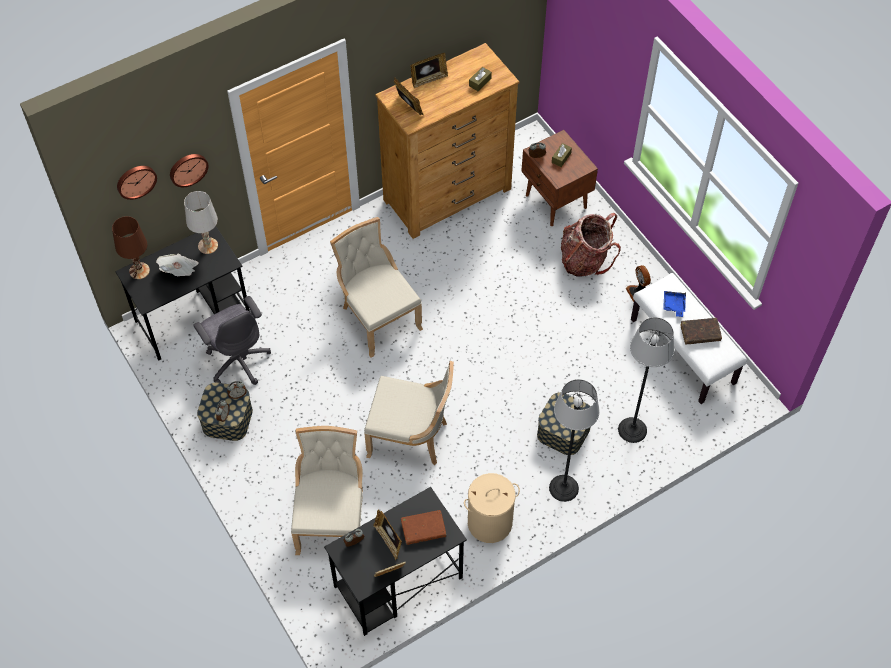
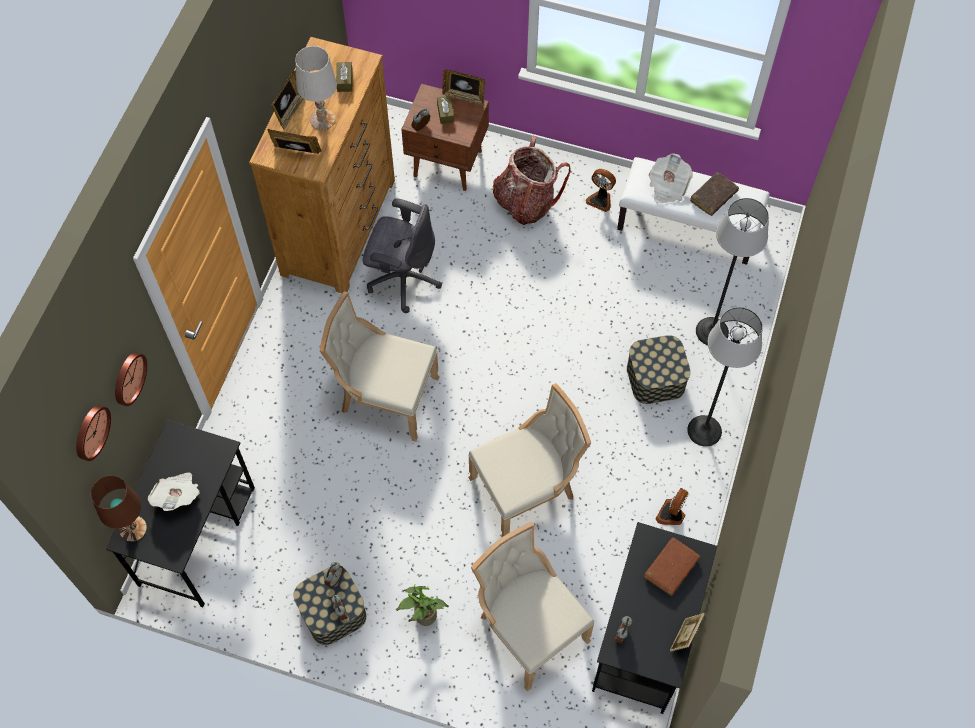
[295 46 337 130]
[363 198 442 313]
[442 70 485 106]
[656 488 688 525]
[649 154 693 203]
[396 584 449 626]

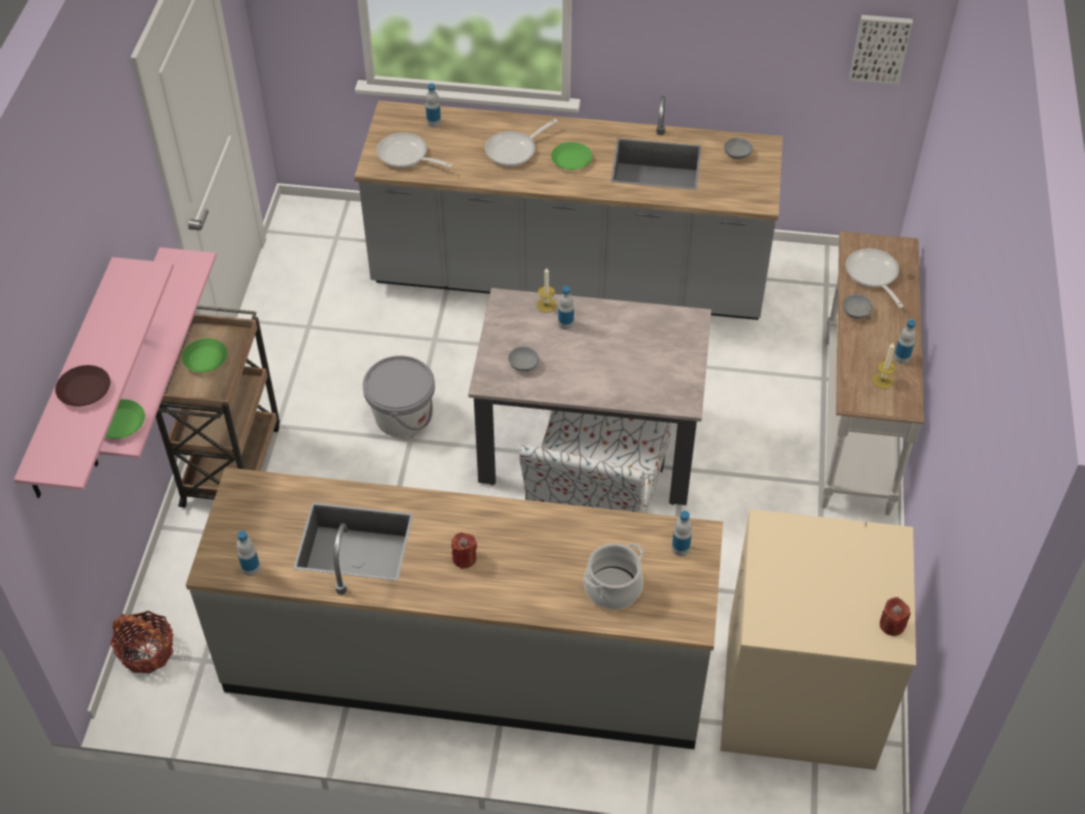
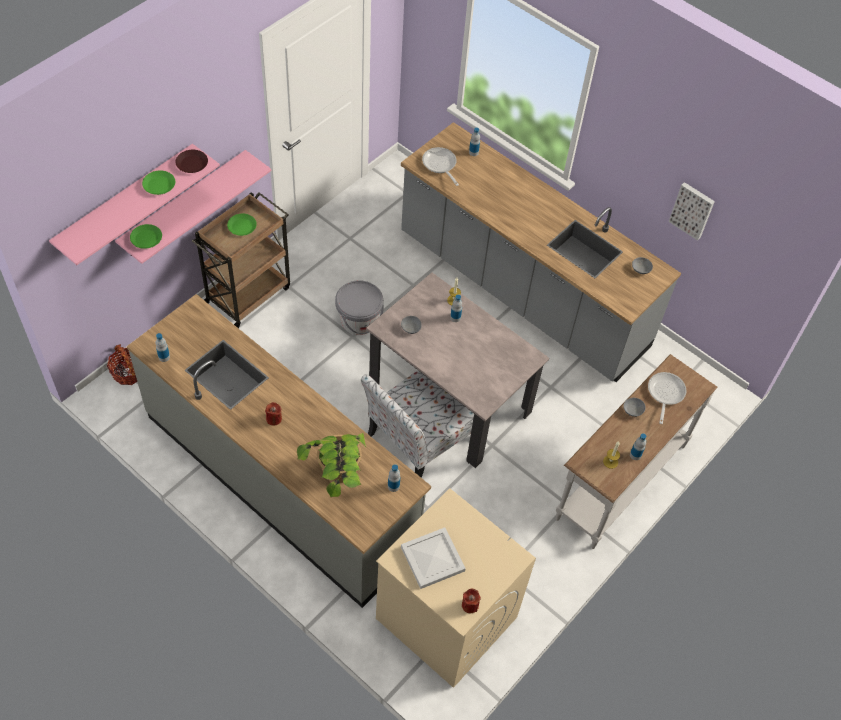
[175 150 208 173]
[485 119 558 167] (first image)
[142 170 175 195]
[297 433 366 497]
[669 182 715 241]
[401 528 466 589]

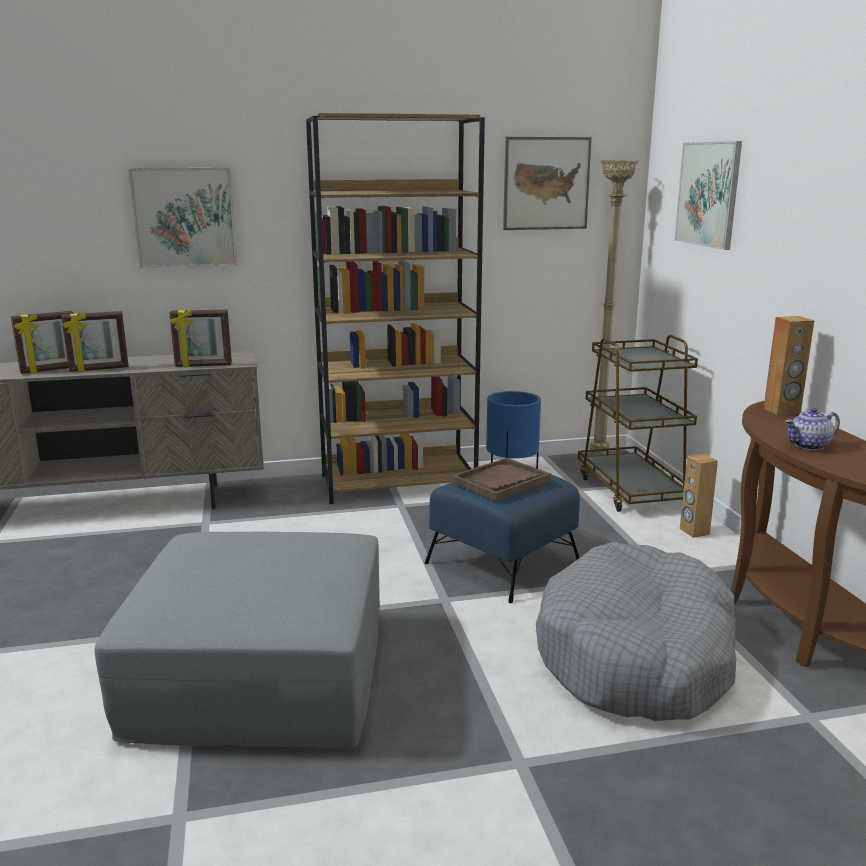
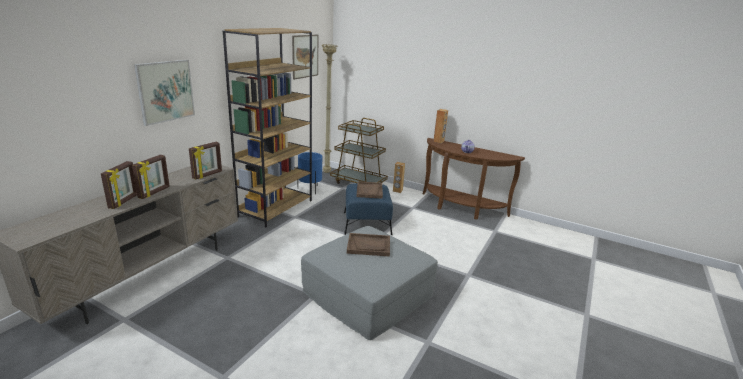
[536 542 736 721] (first image)
[674 141 742 250] (first image)
[347 233 390 257]

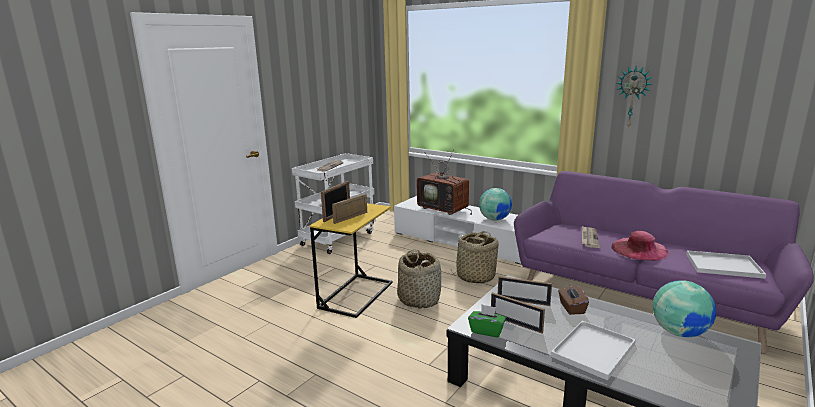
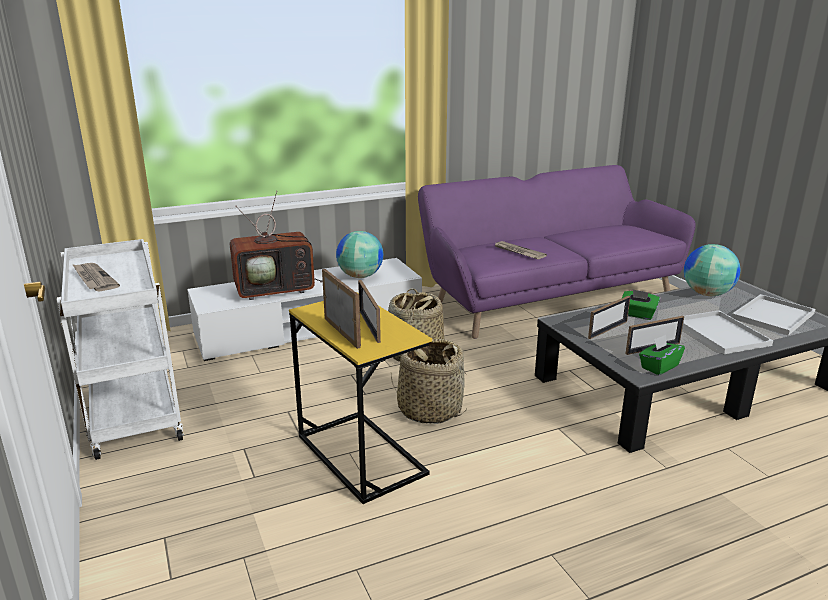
[622 289 660 320]
[611 231 669 261] (first image)
[616 66 652 128] (first image)
[732 294 815 336]

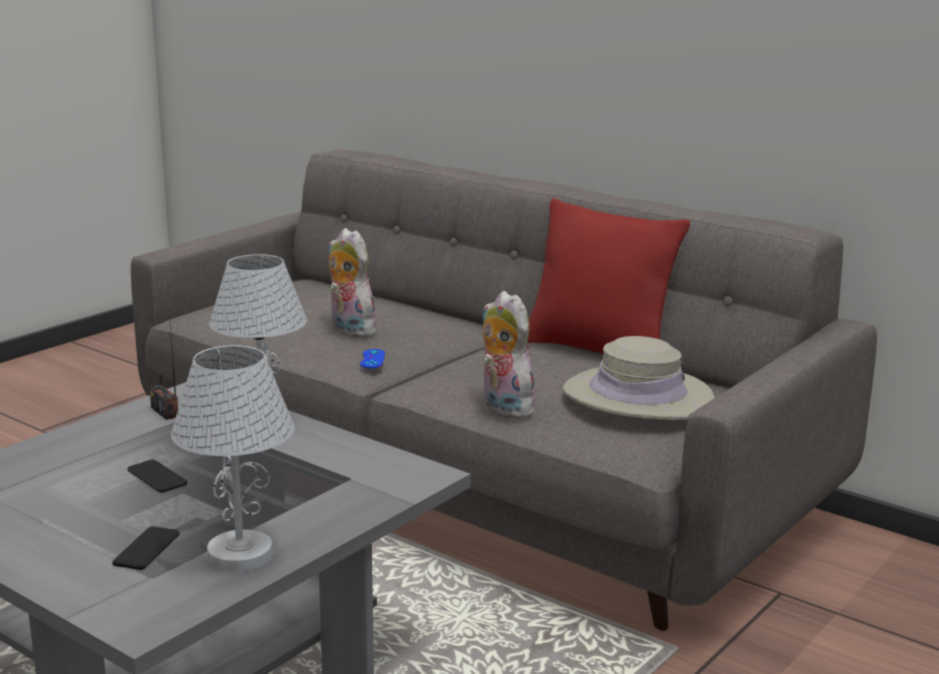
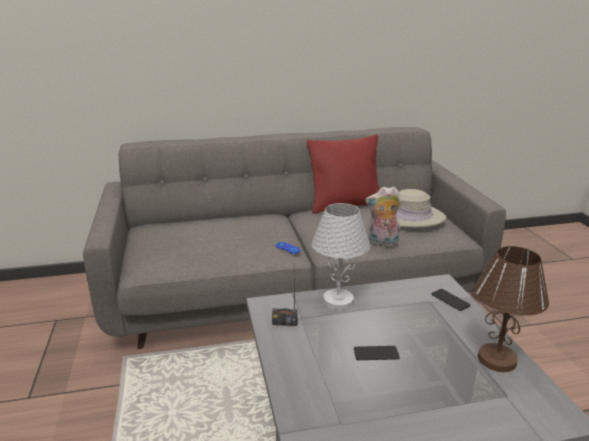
[432 289 471 311]
[474 246 549 372]
[328 228 379 337] (first image)

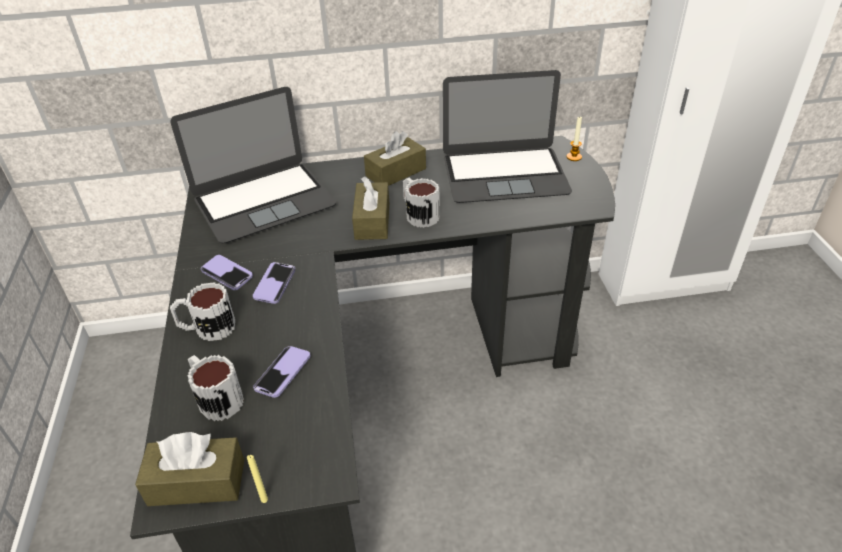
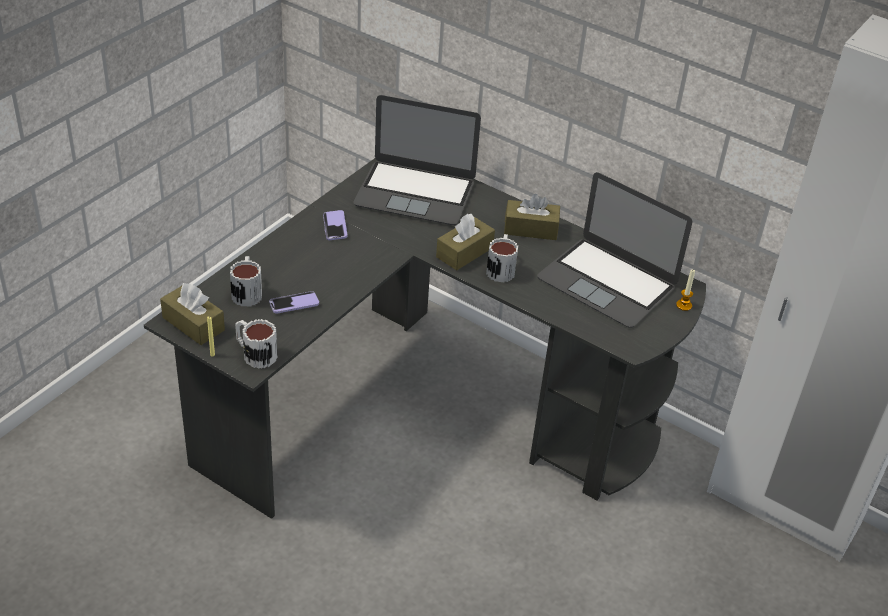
[235 319 277 369]
[253 262 295 304] (first image)

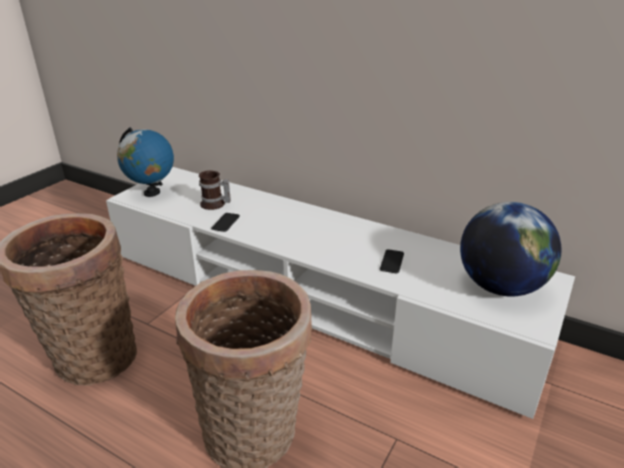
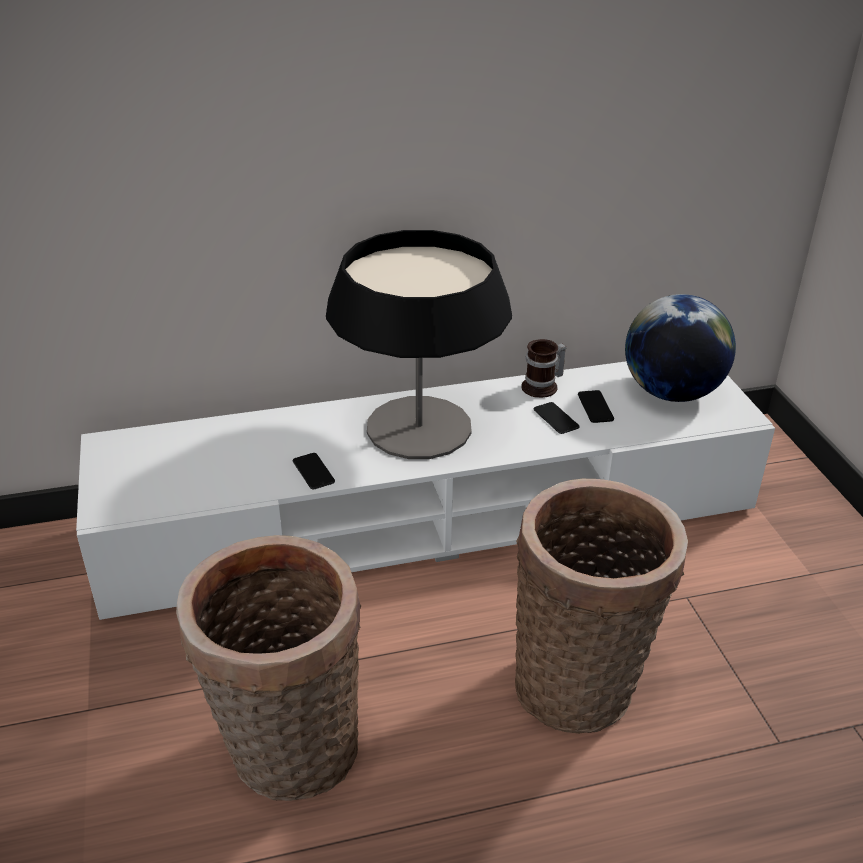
[117 127 174 197] (first image)
[521 339 566 398]
[326 230 512 459]
[578 390 614 423]

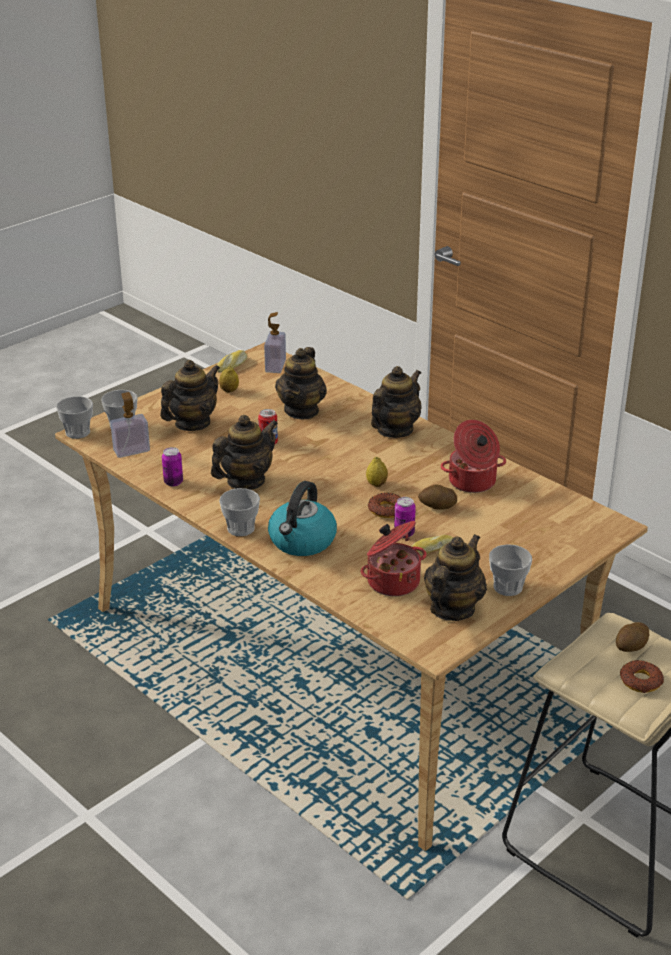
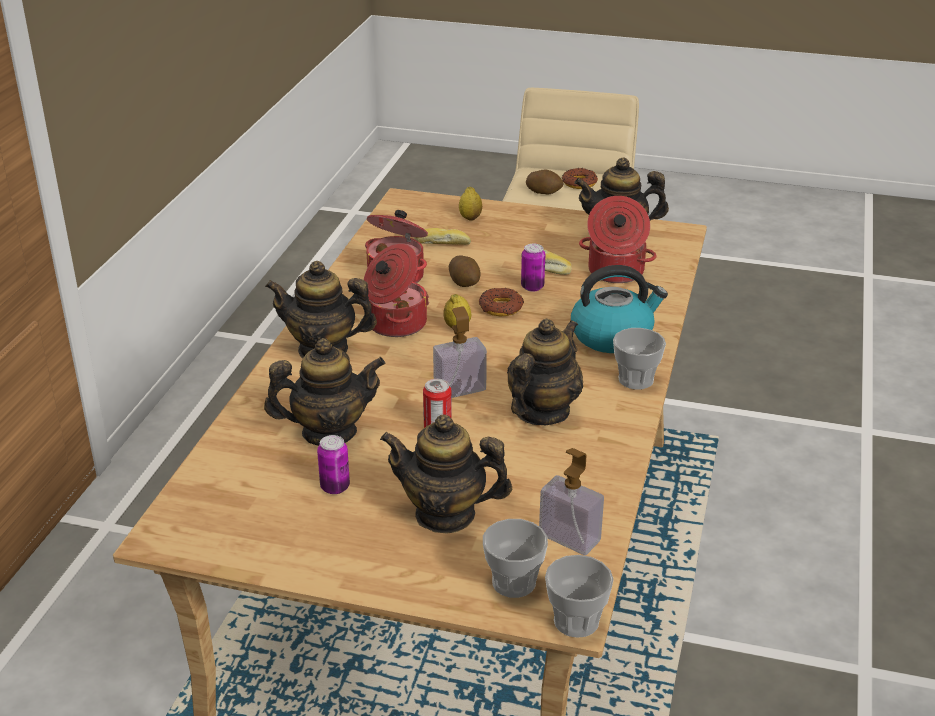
[317 435 350 494]
[507 319 583 426]
[414 228 471 245]
[459 187 482 221]
[433 306 487 398]
[489 544 532 596] (first image)
[364 244 429 337]

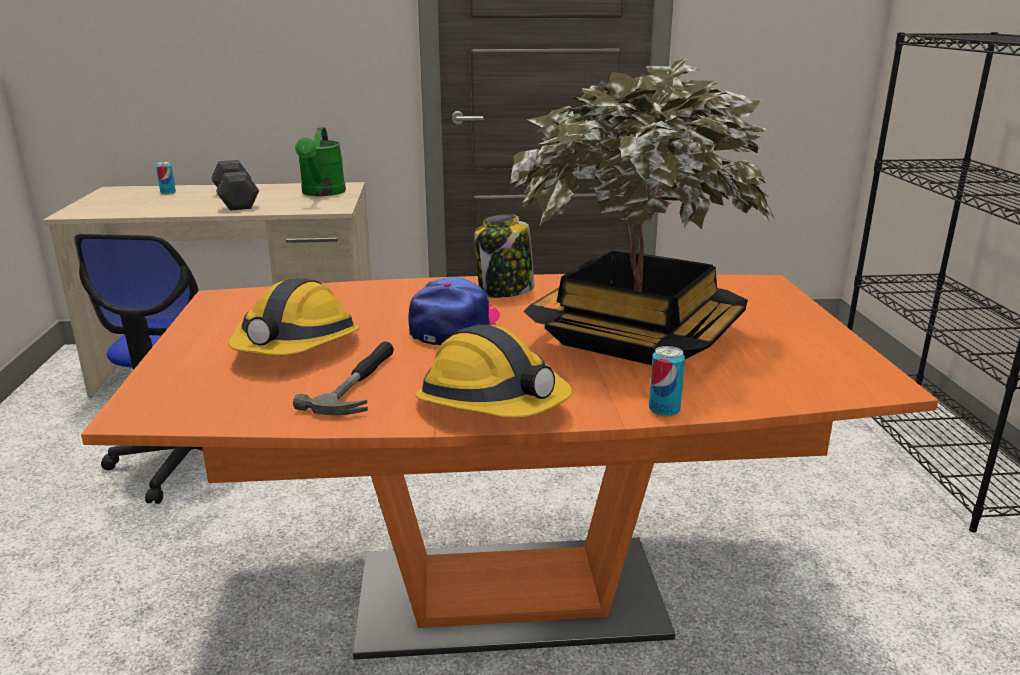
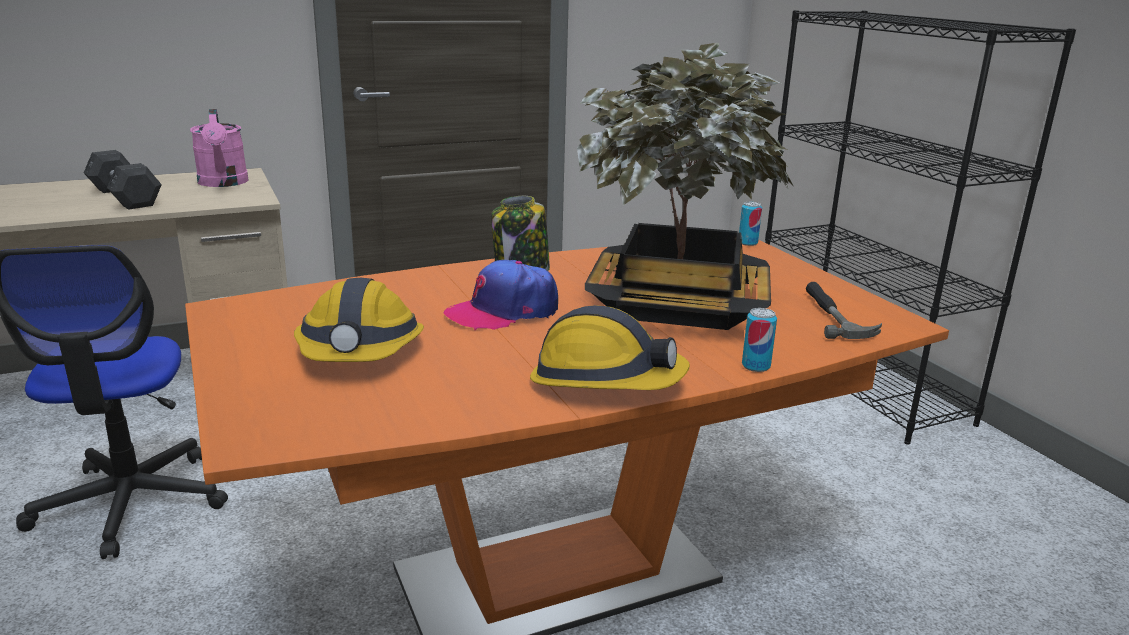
[739 202 762 246]
[806 282 882 339]
[190 109 249 187]
[443 260 558 330]

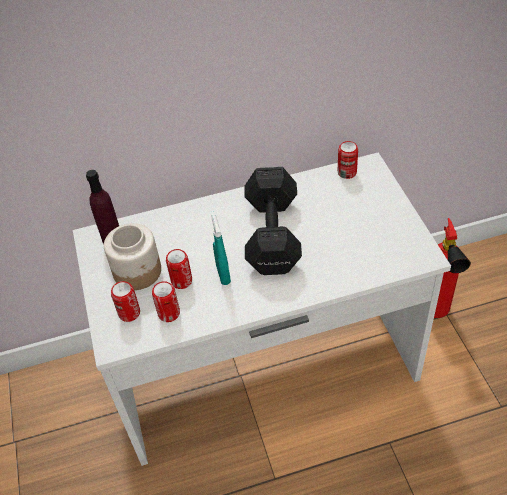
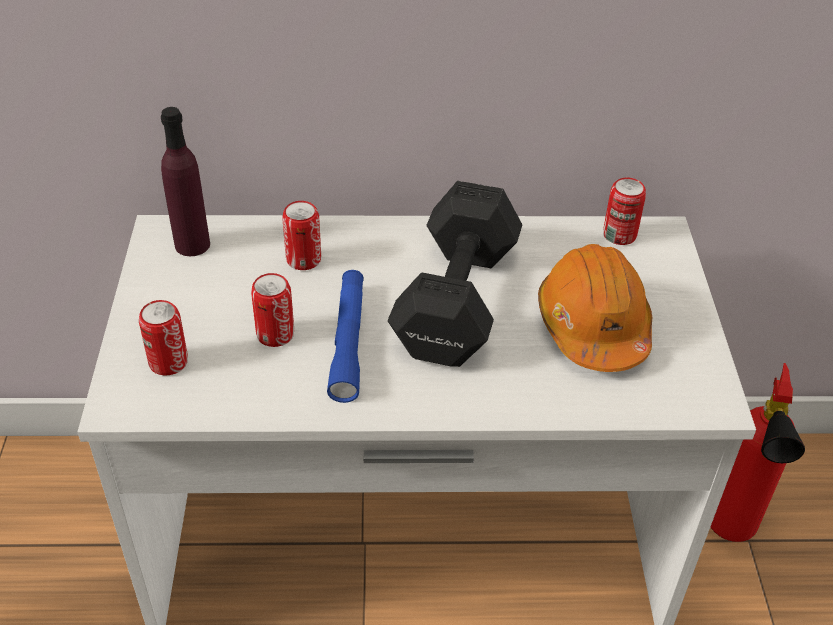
[104 223 161 290] (first image)
[282 201 321 270]
[327 270 364 403]
[538 244 652 372]

